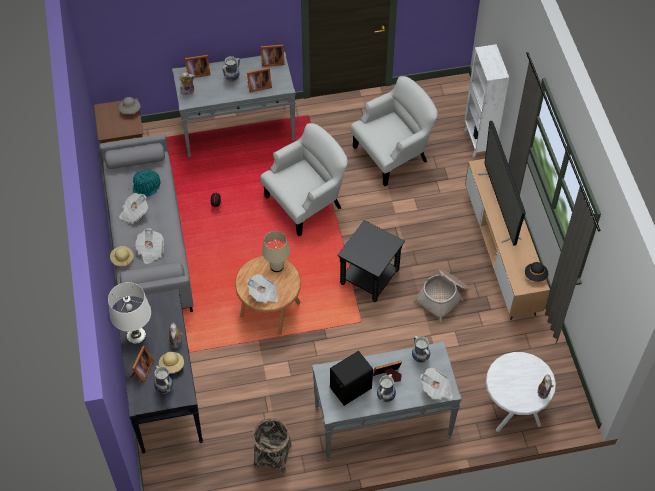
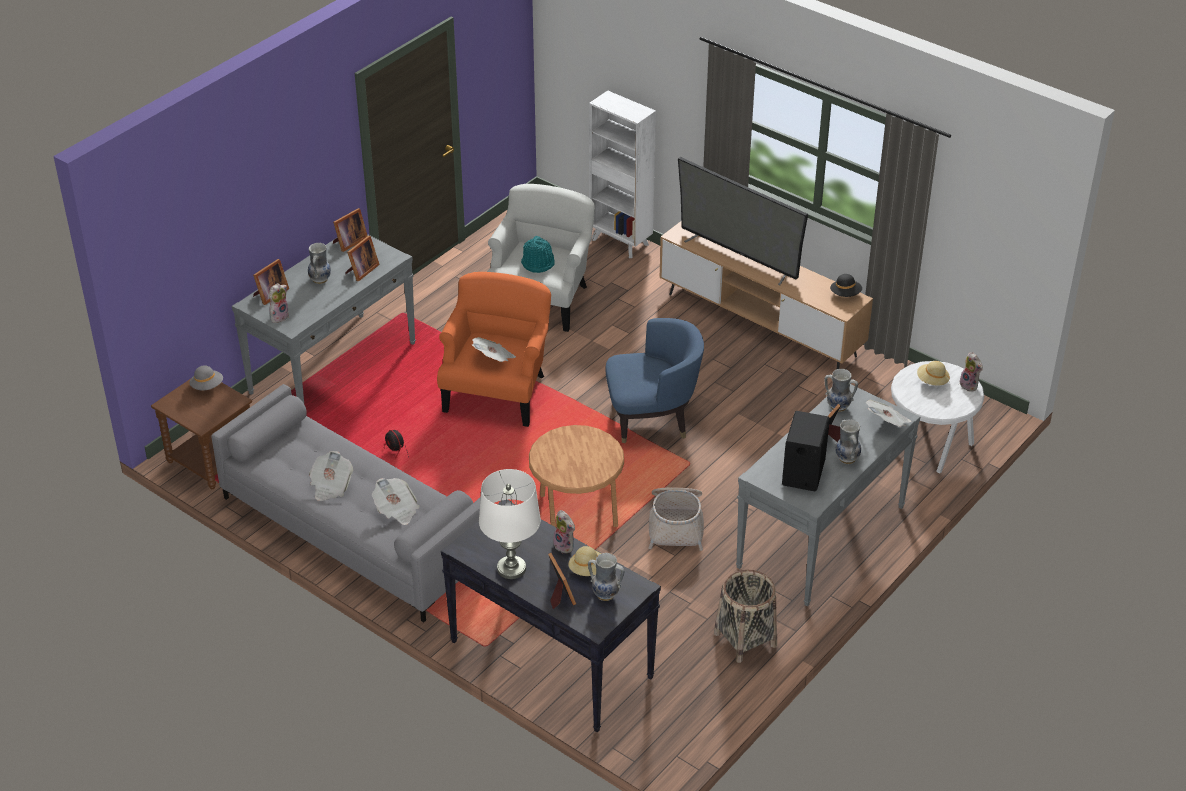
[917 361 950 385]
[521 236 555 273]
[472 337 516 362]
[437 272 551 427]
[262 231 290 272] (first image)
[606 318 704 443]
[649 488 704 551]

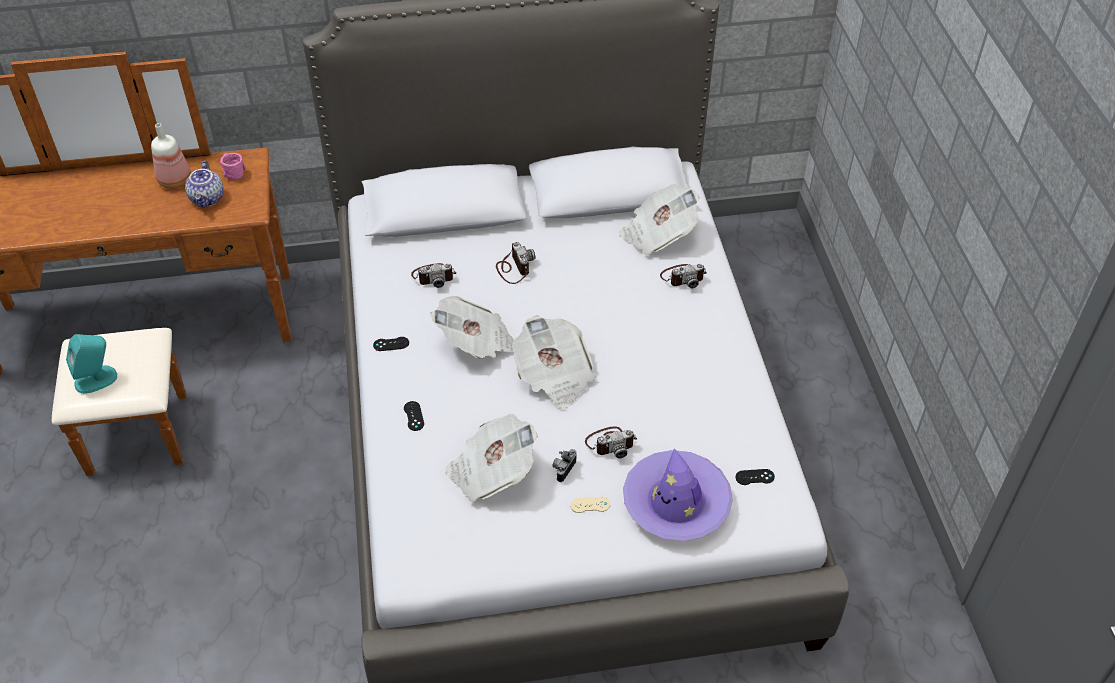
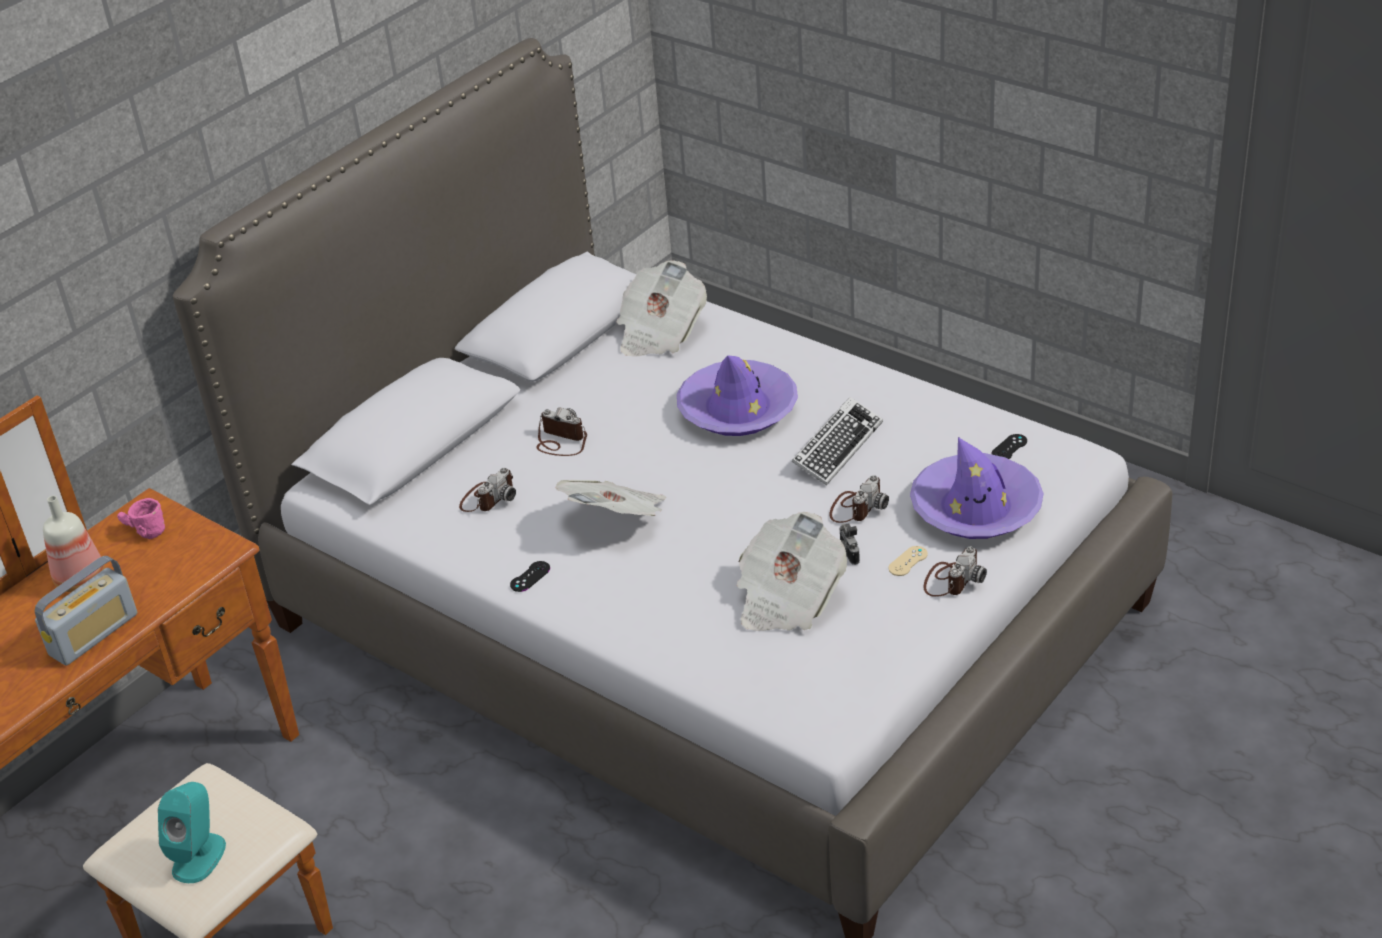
[185 161 224 208] (first image)
[404 401 424 431] (first image)
[512 315 596 409] (first image)
[924 547 987 597]
[35 556 137 666]
[677 356 798 436]
[792 397 883 485]

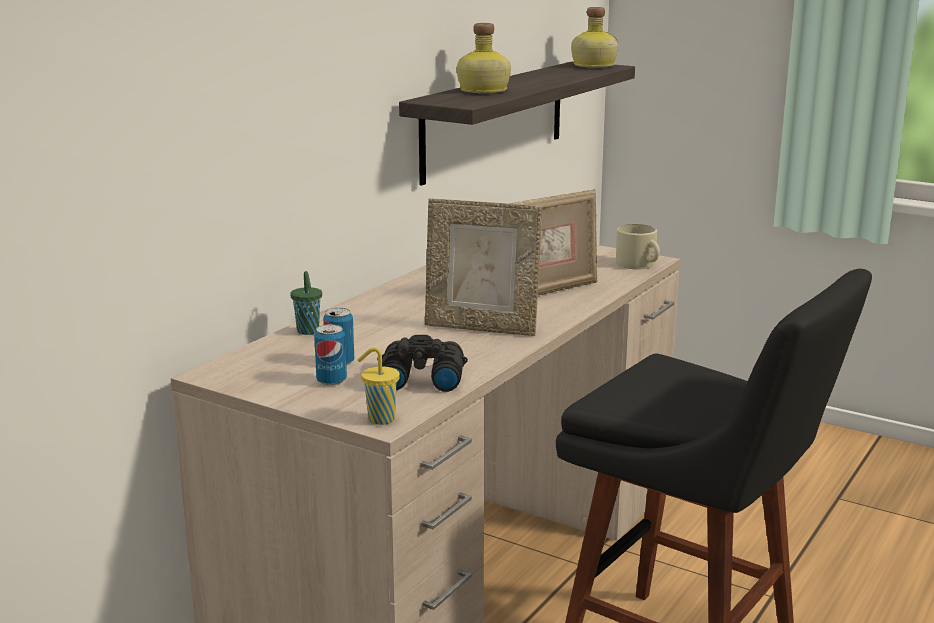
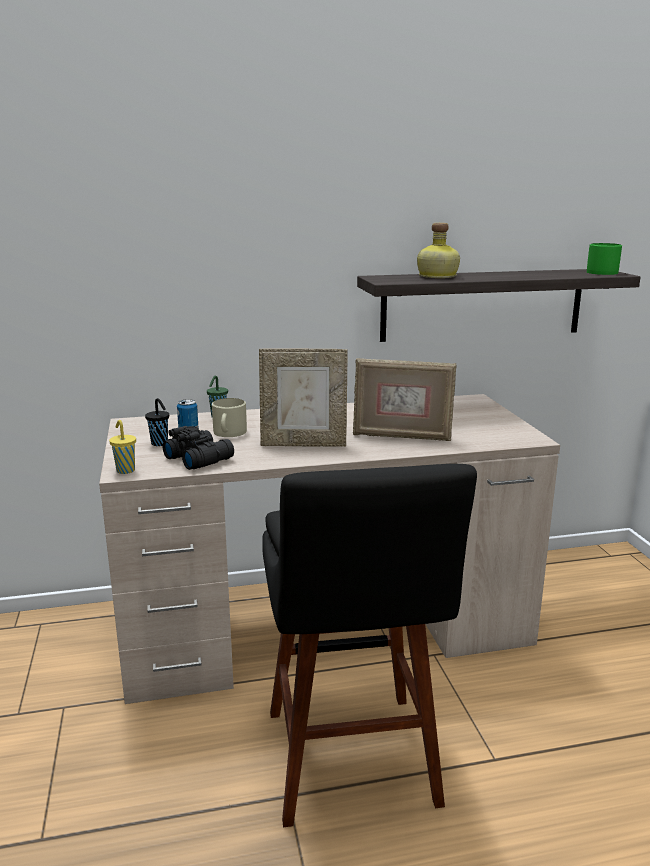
[145 398 169 446]
[259 349 348 447]
[587 243 622 275]
[212 398 247 437]

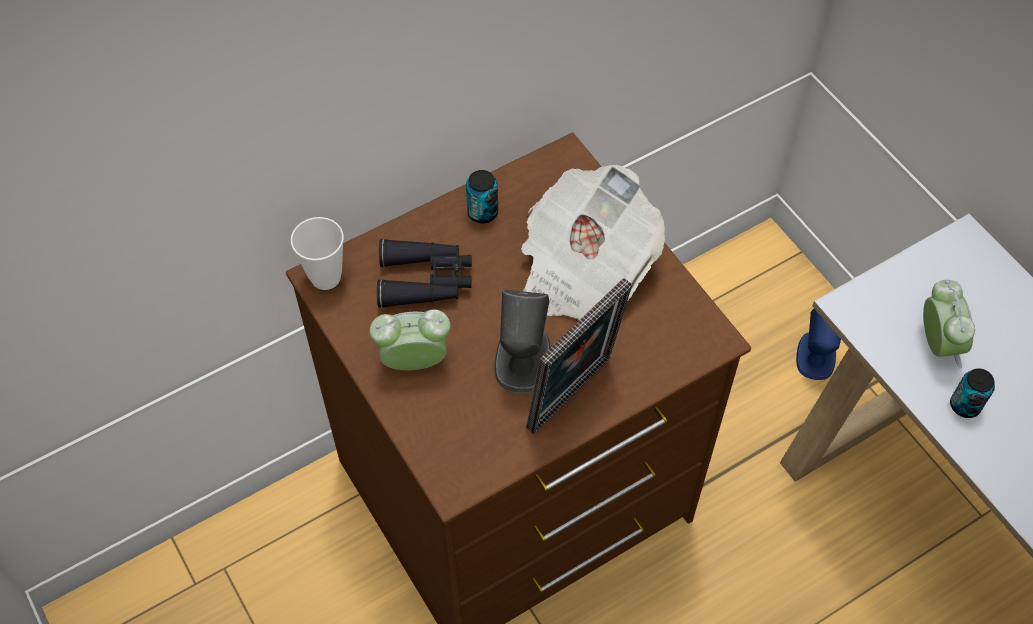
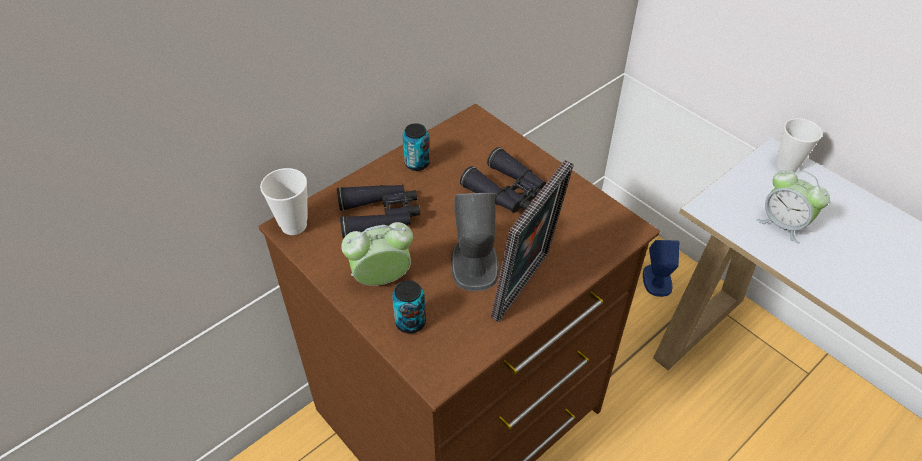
[460 147 546 213]
[756 170 830 244]
[392 280 426 334]
[777 118 822 172]

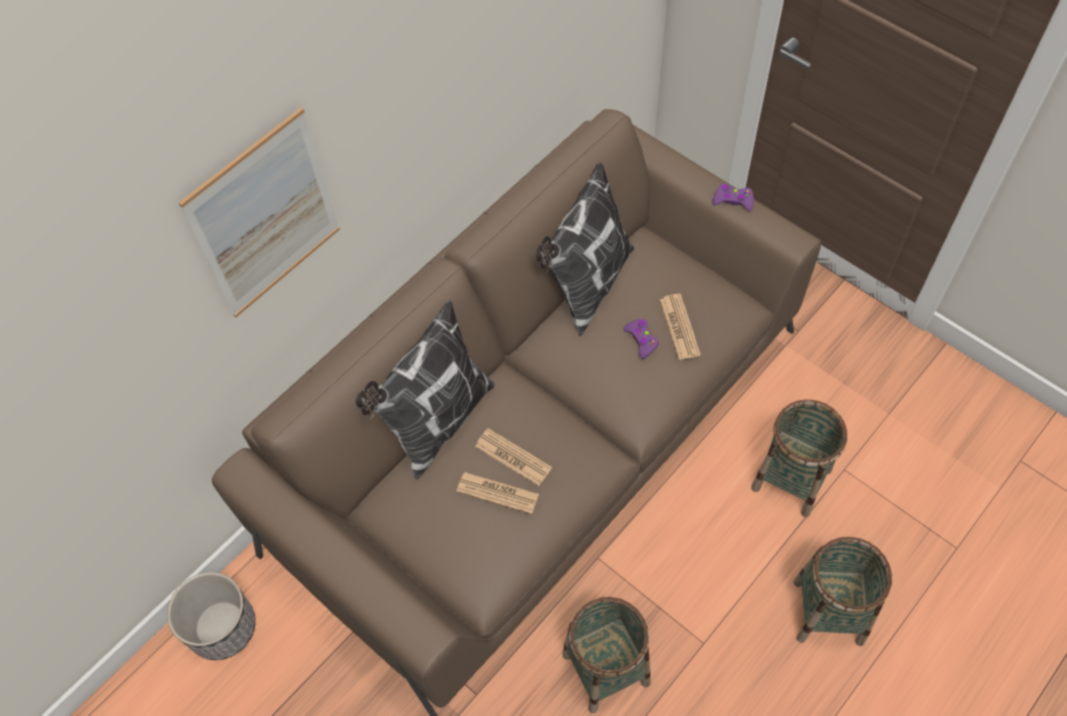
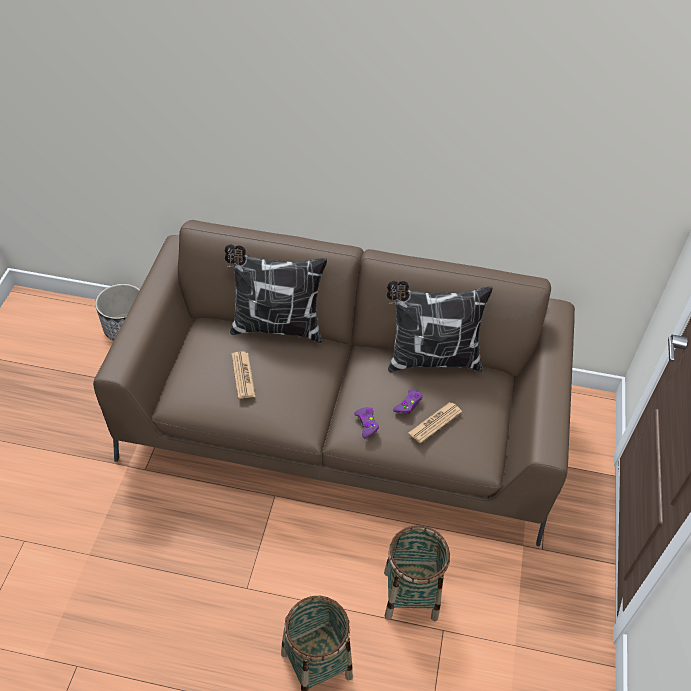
[179 107 340 317] (first image)
[475 428 552 486] (first image)
[563 597 651 713] (first image)
[354 407 379 438]

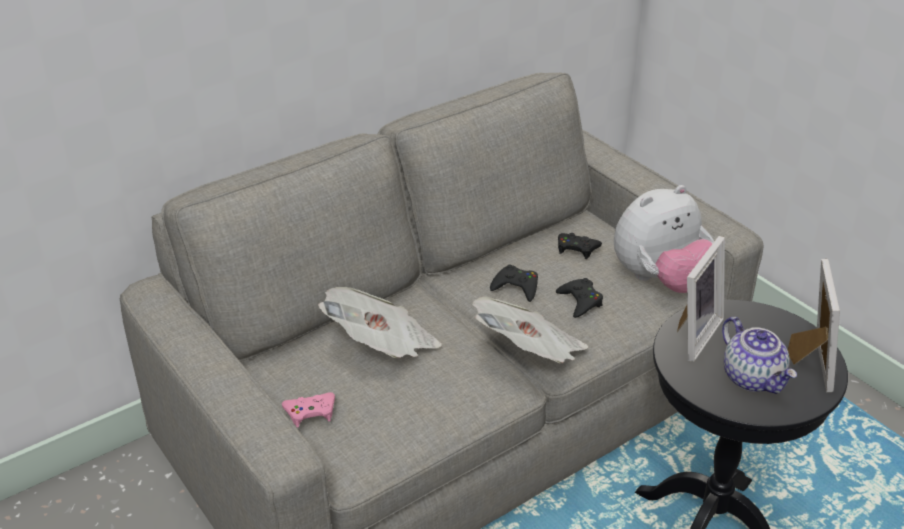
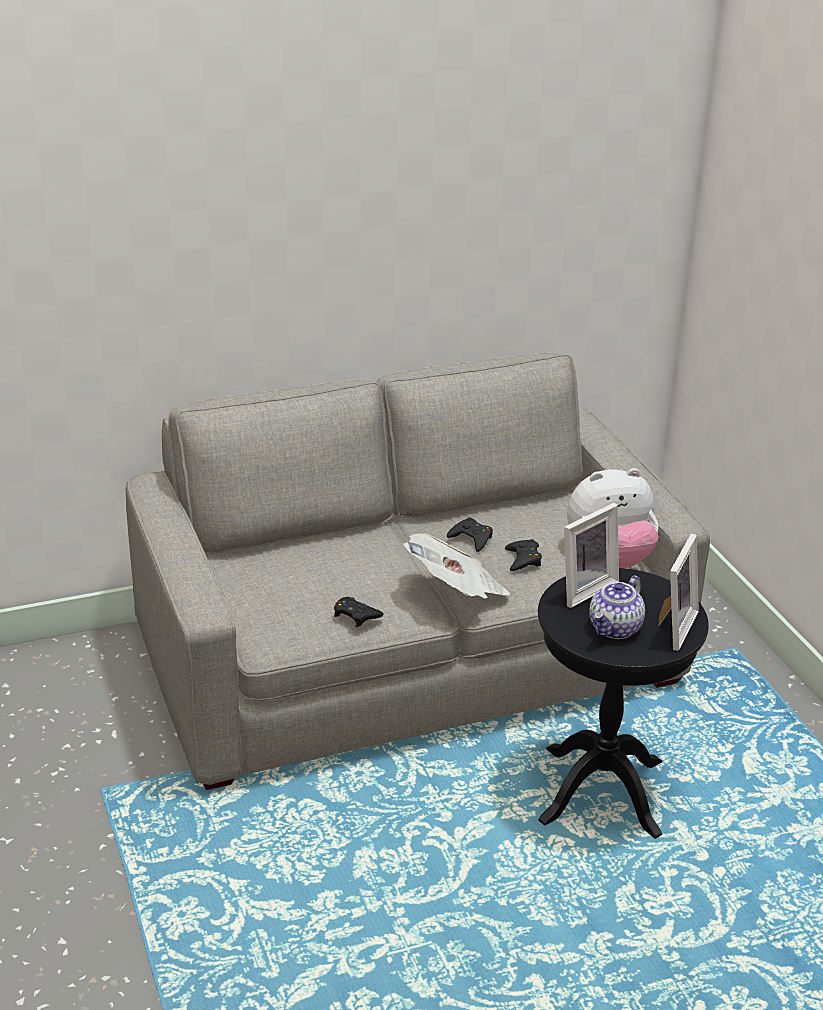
[282 392 335 427] (first image)
[318 287 441 359] (first image)
[334 597 384 627]
[589 575 645 639]

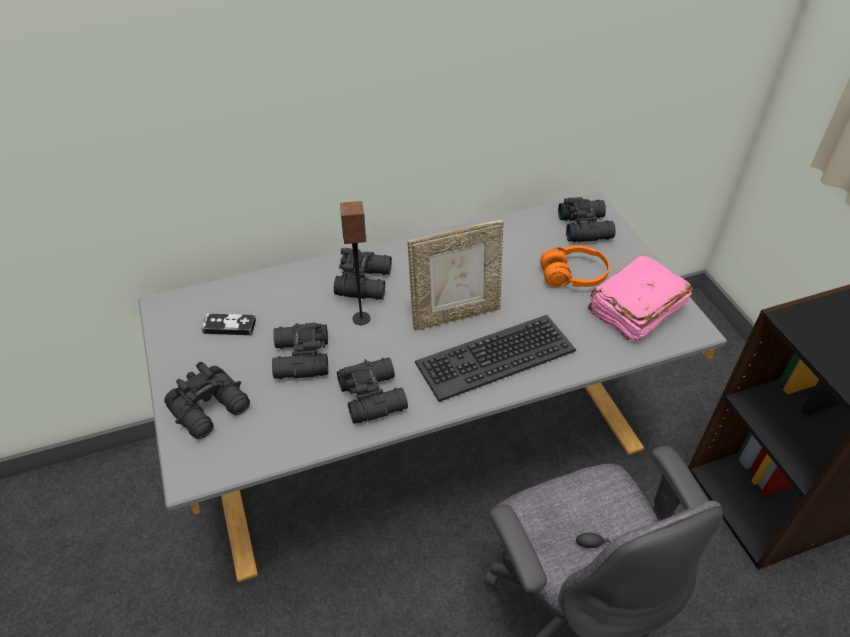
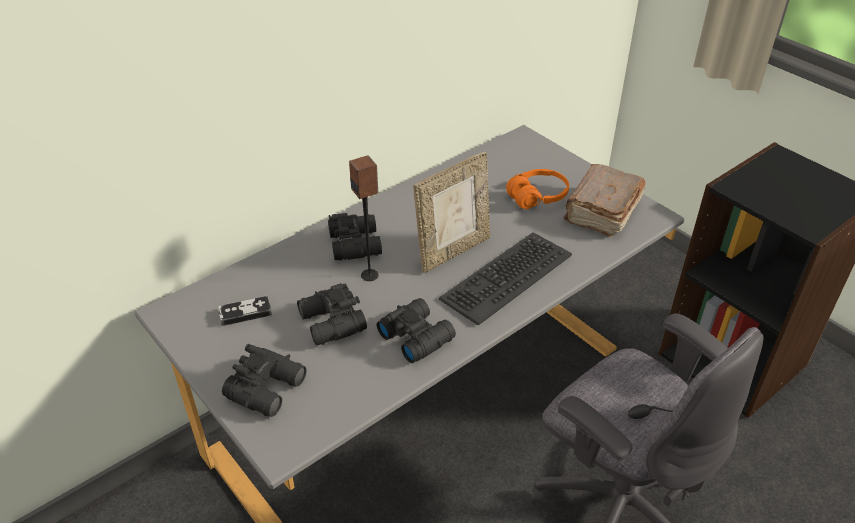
[558 197 616 242] (first image)
[564 164 646 237]

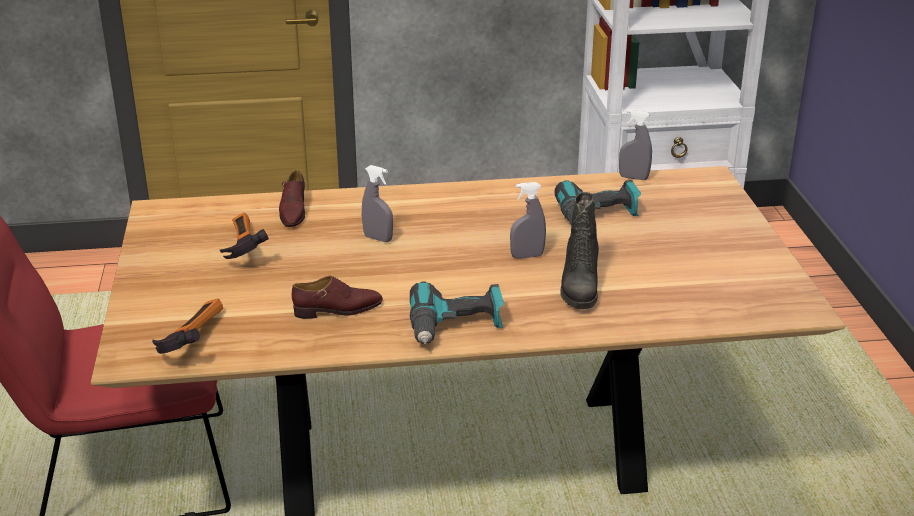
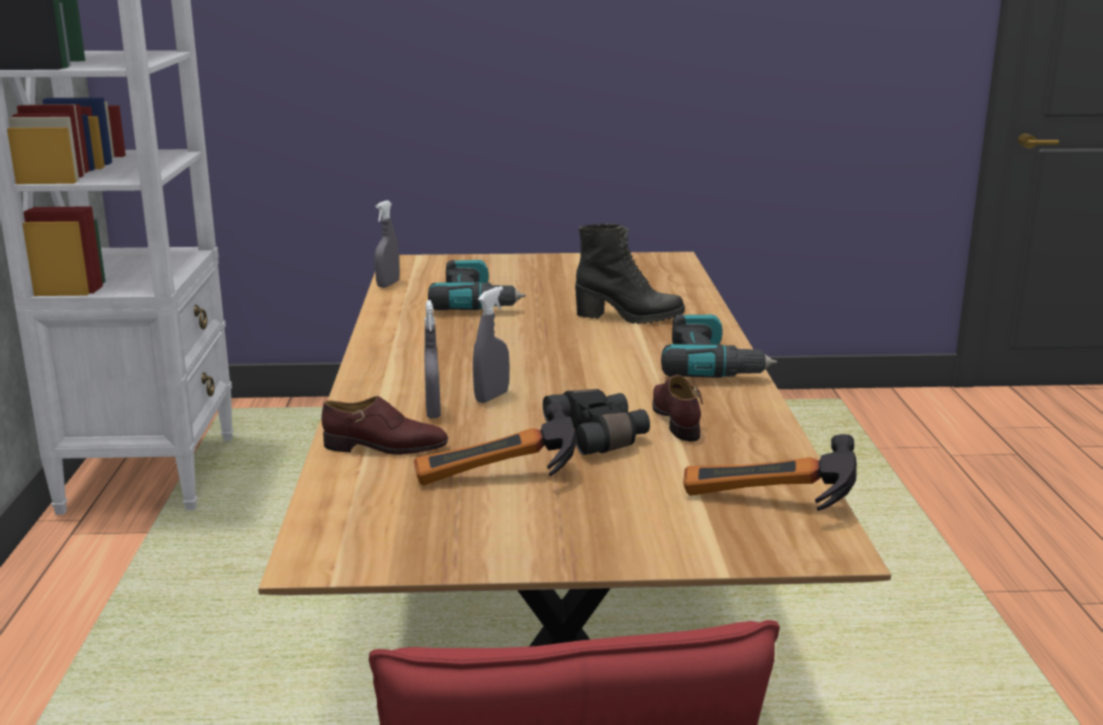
[424 300 441 419]
[543 389 650 455]

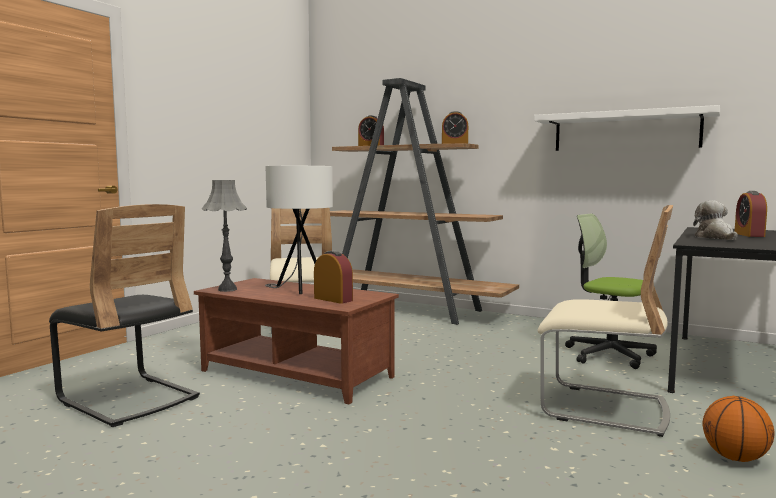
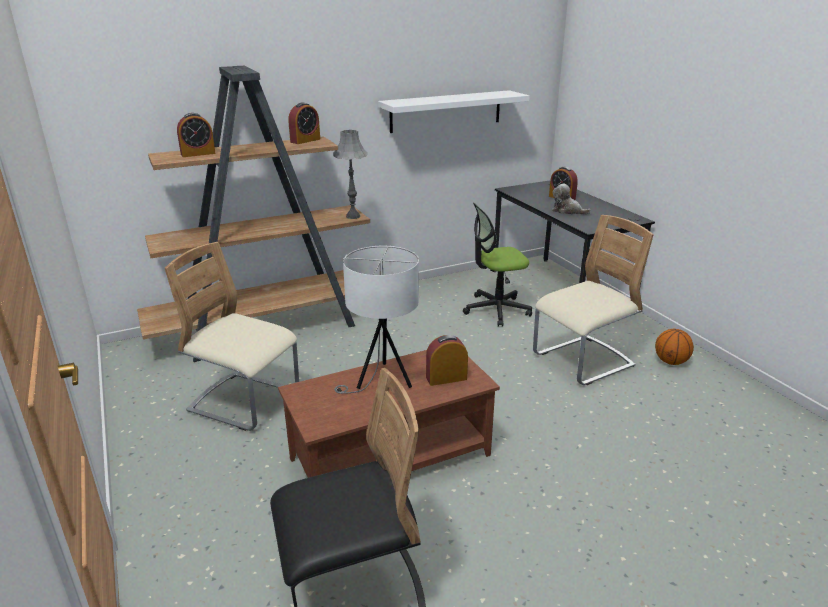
[333 130 368 219]

